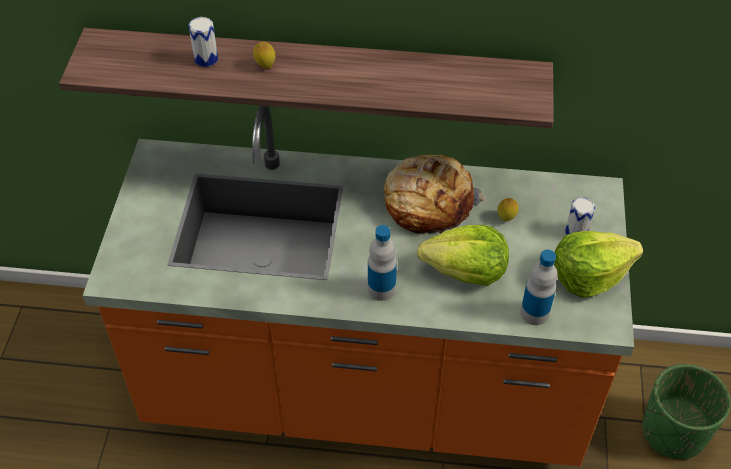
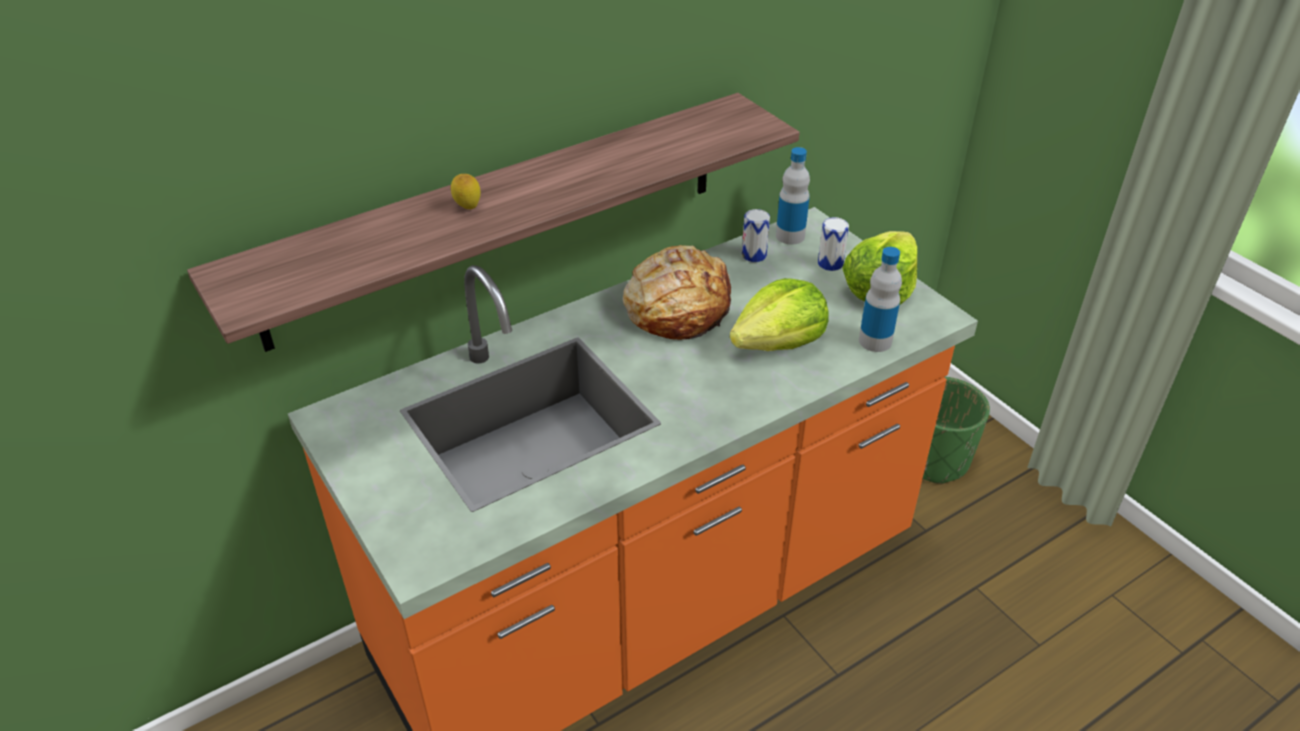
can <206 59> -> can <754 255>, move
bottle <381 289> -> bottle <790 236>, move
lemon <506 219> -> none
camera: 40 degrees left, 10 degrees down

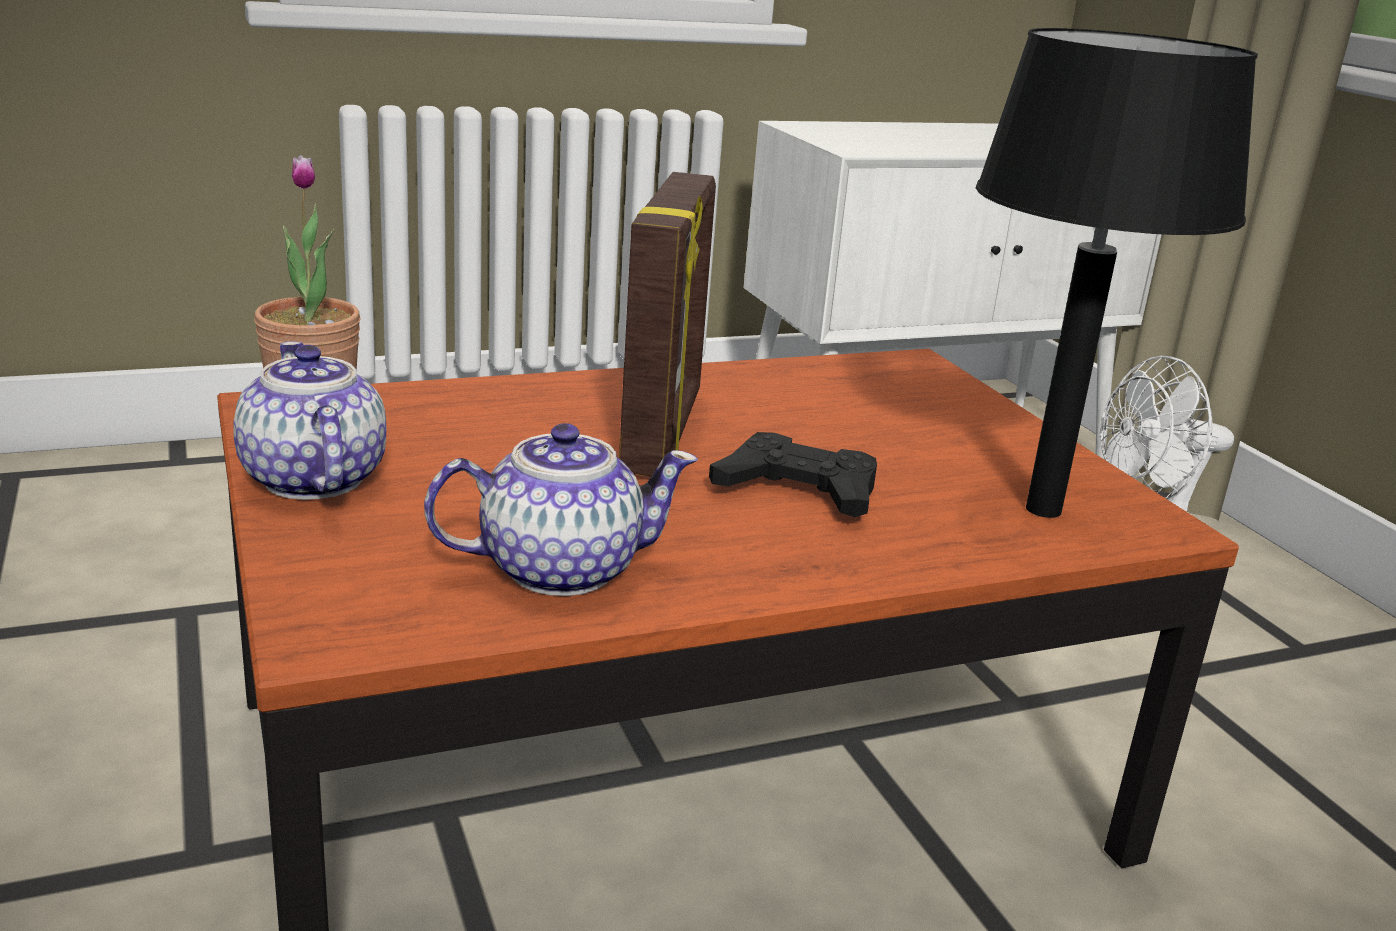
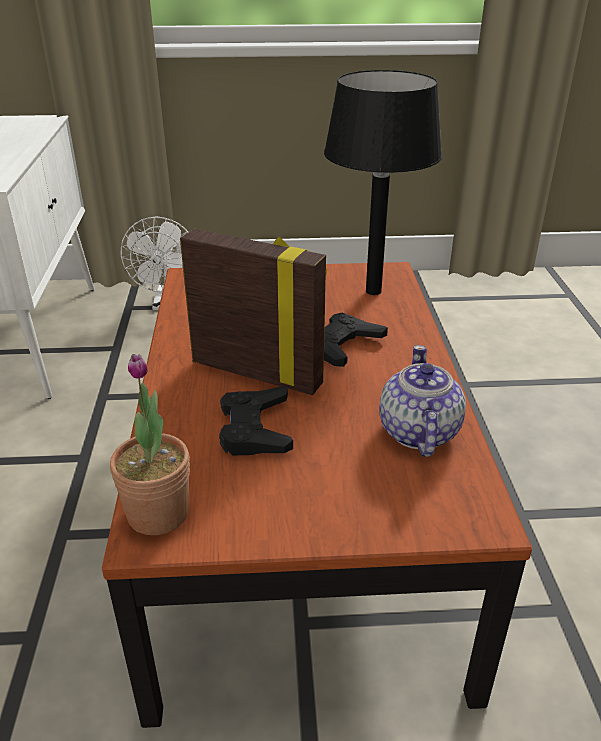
none -> black game controller <255 429>
teapot <312 480> -> none
camera: 70 degrees left, 10 degrees up

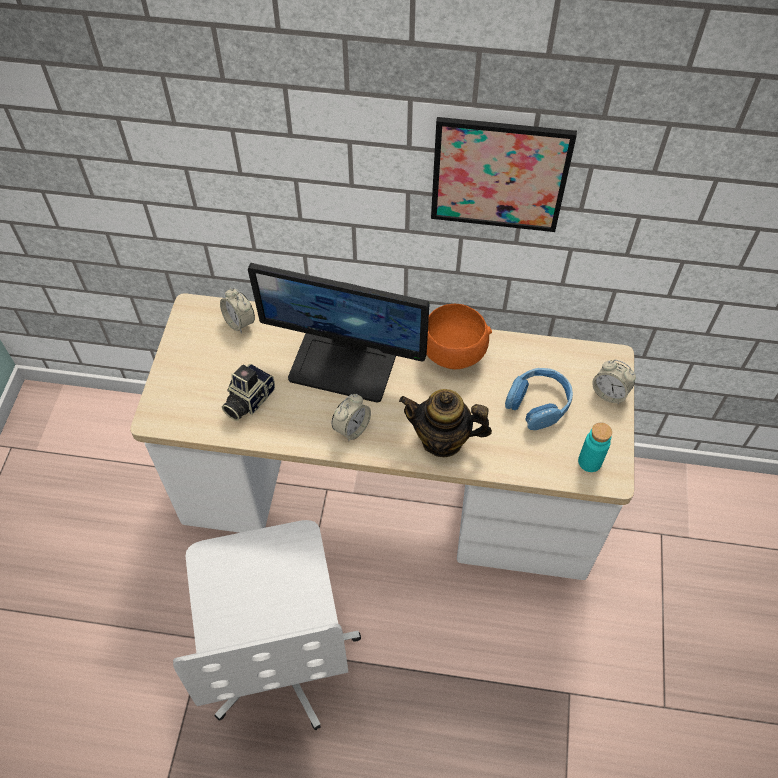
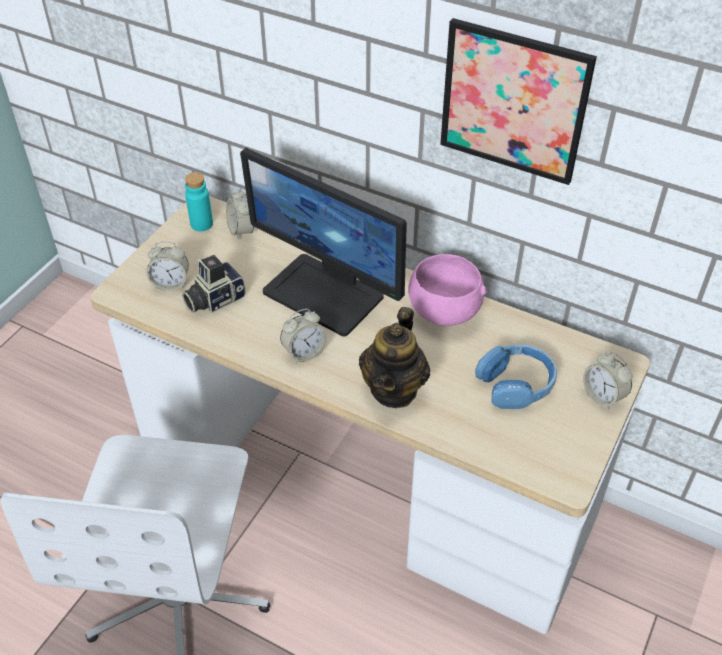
none -> alarm clock <171 283>
turquoise bottle <589 461> -> turquoise bottle <201 224>, move
teapot <442 439> -> teapot <394 389>, 105 degrees counterclockwise
orange bowl <451 353> -> pink bowl <443 312>
camera: 20 degrees right, 10 degrees down

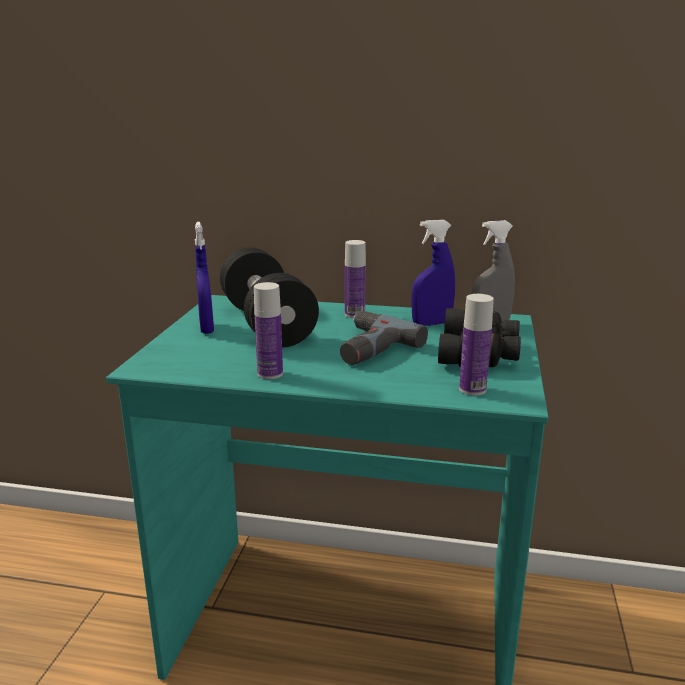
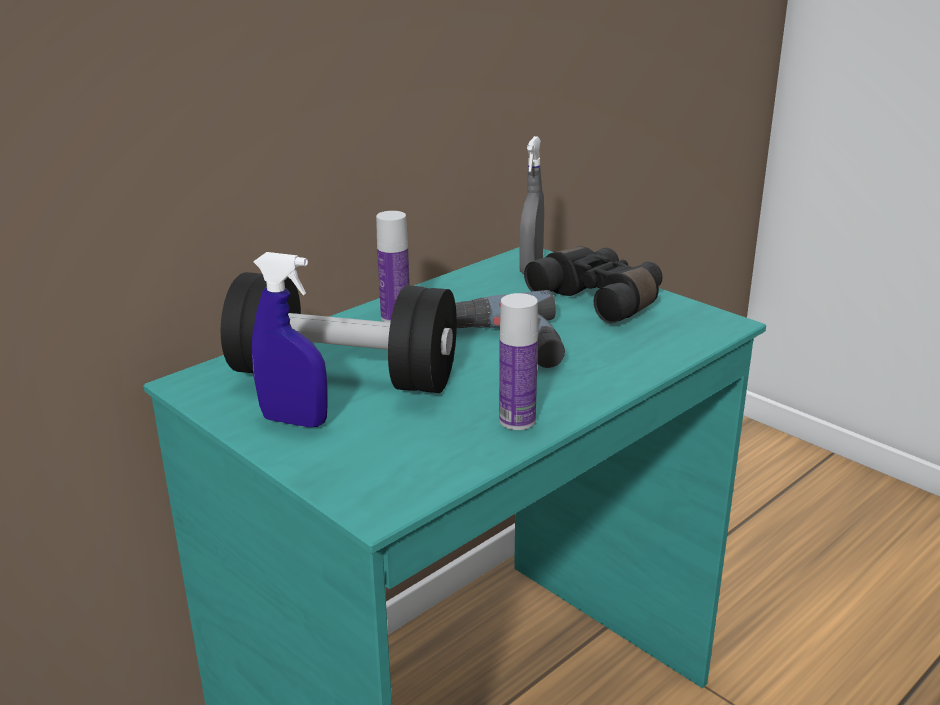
blue spray bottle <431 323> -> none
bottle <472 389> -> none
camera: 55 degrees left, 5 degrees up

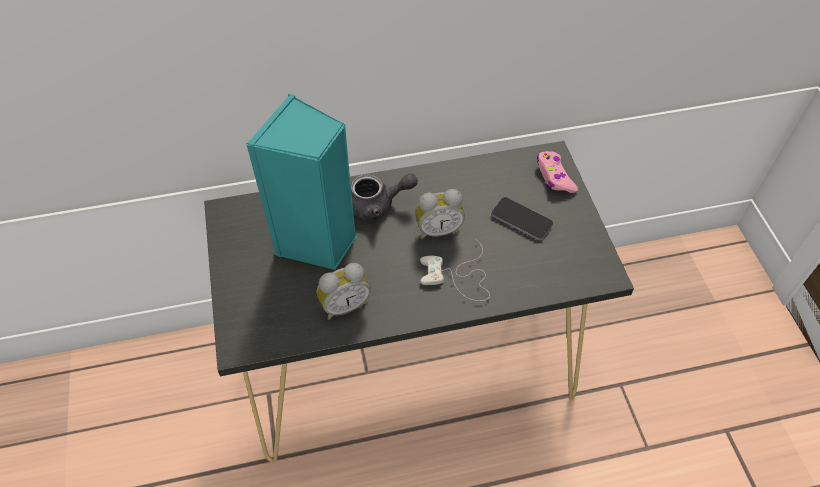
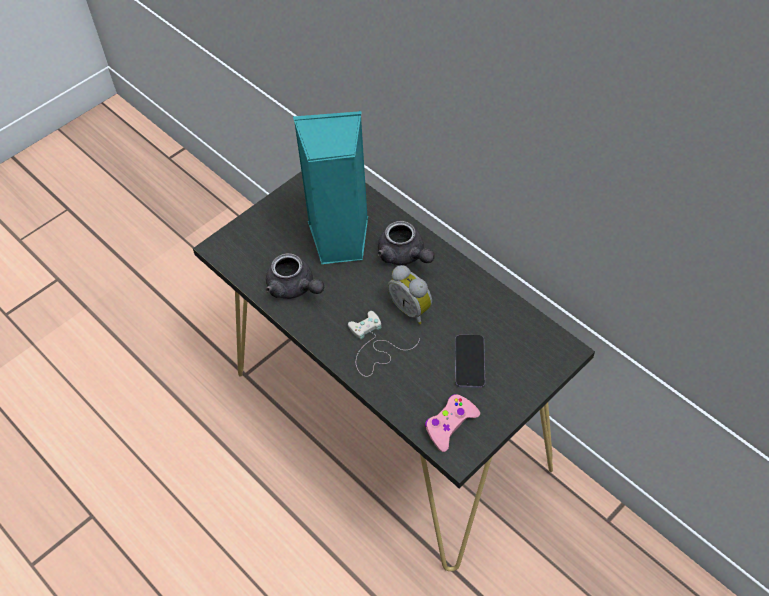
alarm clock <344 305> -> grey teapot <294 288>
pink game controller <554 176> -> pink game controller <450 425>, move
camera: 60 degrees right, 0 degrees up

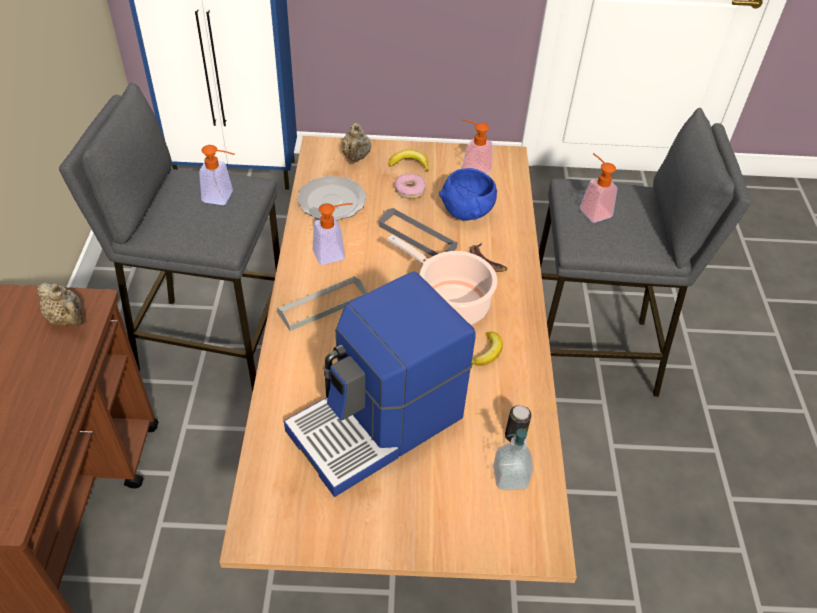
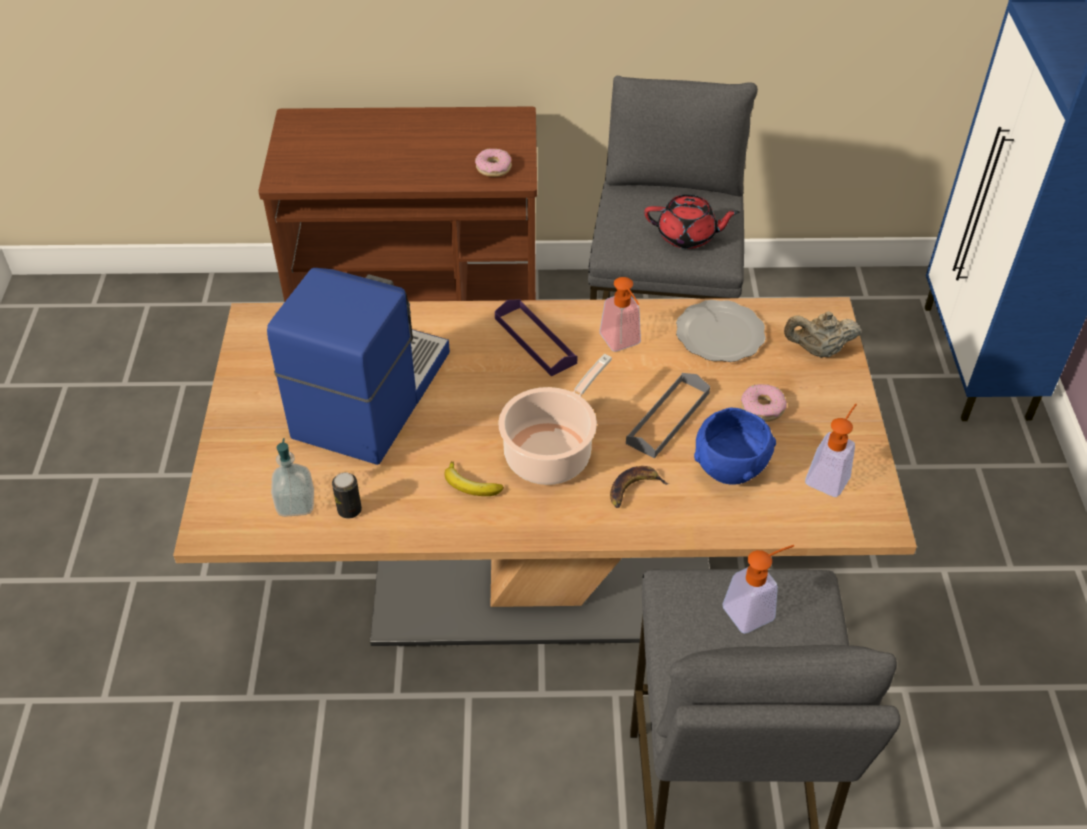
coffee machine <378 425> -> coffee machine <369 395>, 60 degrees clockwise
beige teapot <67 319> -> donut <493 168>
grey tray <322 305> -> purple tray <535 340>
soap dispenser <223 197> -> red teapot <687 236>
banana <409 164> -> none
camera: 90 degrees right, 0 degrees up

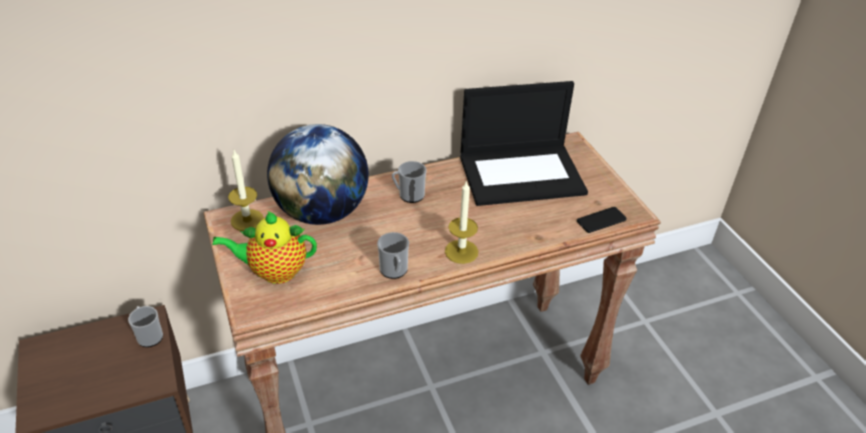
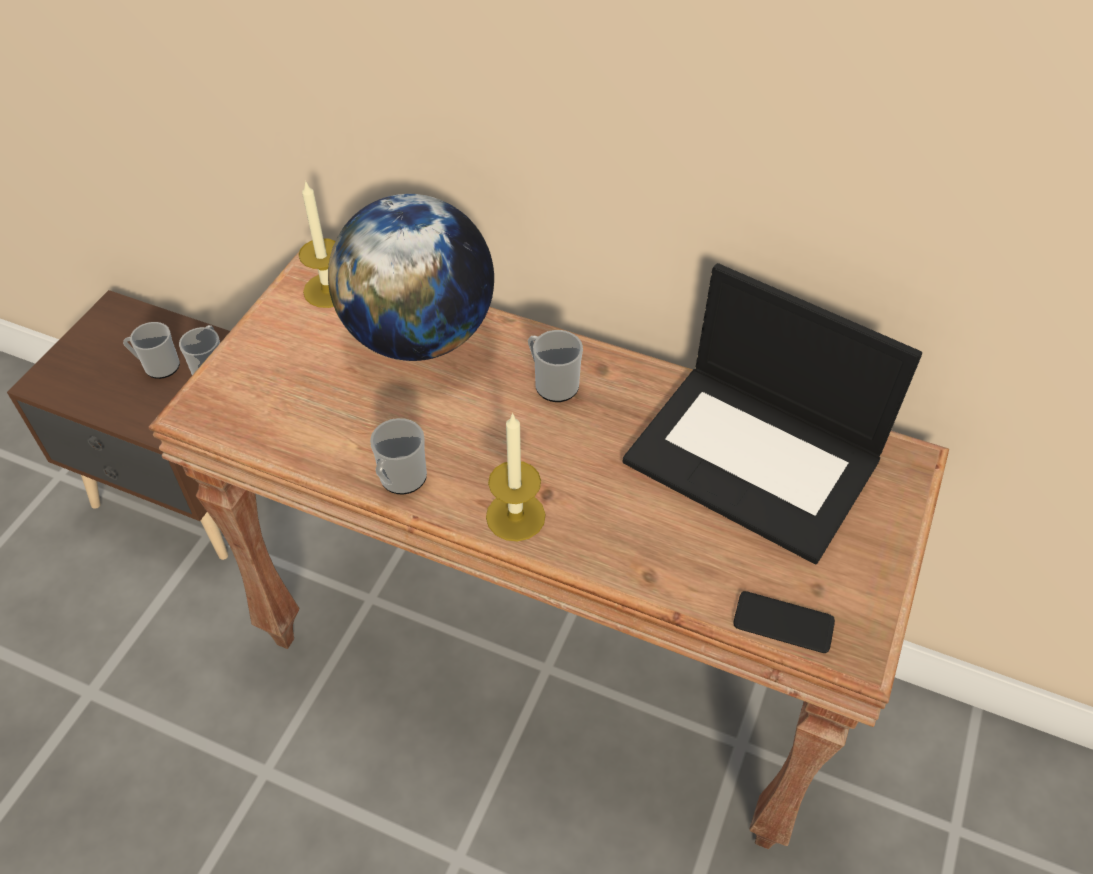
none -> mug <158 366>
teapot <274 272> -> none
camera: 45 degrees right, 10 degrees up

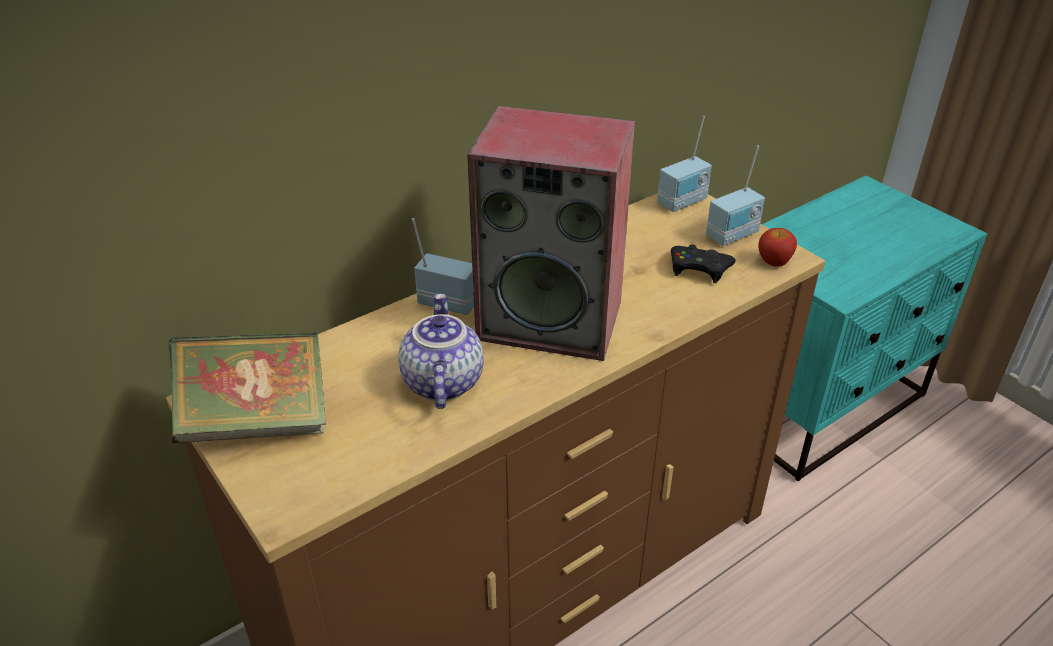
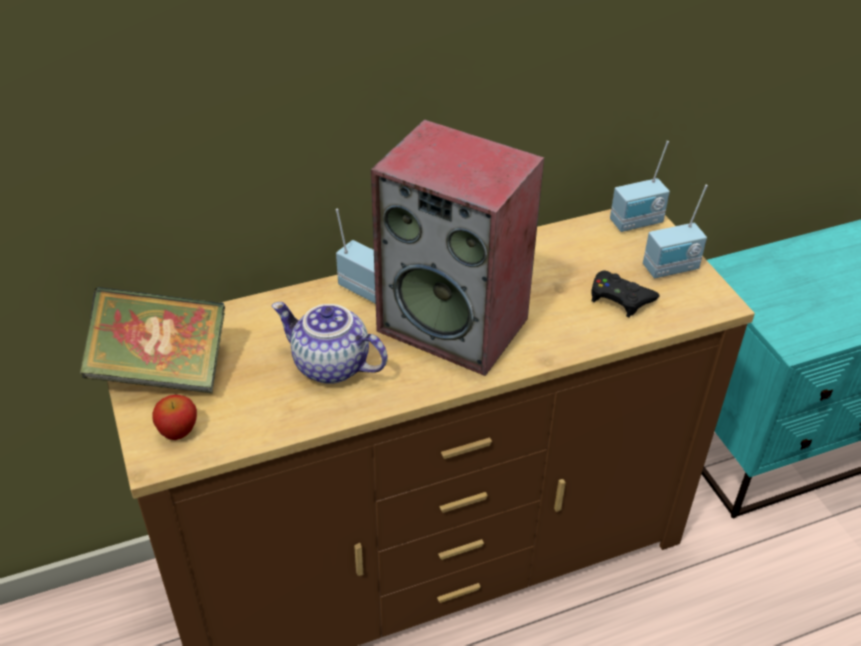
apple <774 261> -> apple <178 430>, move
teapot <440 382> -> teapot <329 366>, 75 degrees counterclockwise
camera: 15 degrees right, 5 degrees up

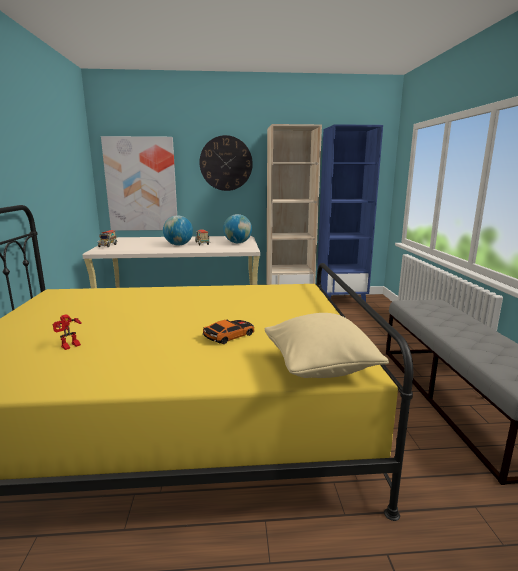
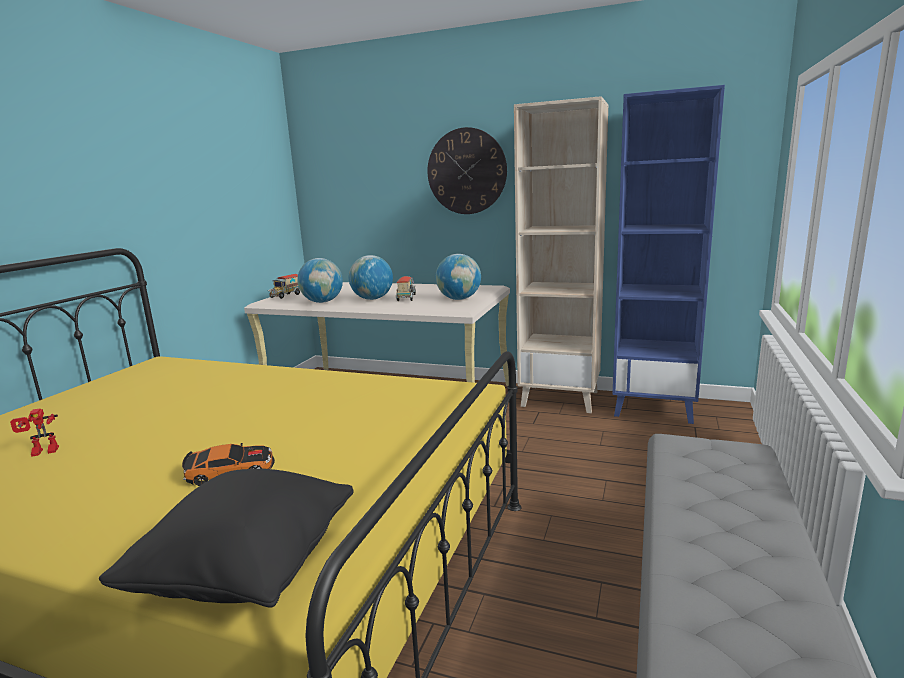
beige pillow <319 369> -> black pillow <248 572>
none -> globe <322 302>
picture <141 184> -> none
camera: 25 degrees right, 0 degrees up

